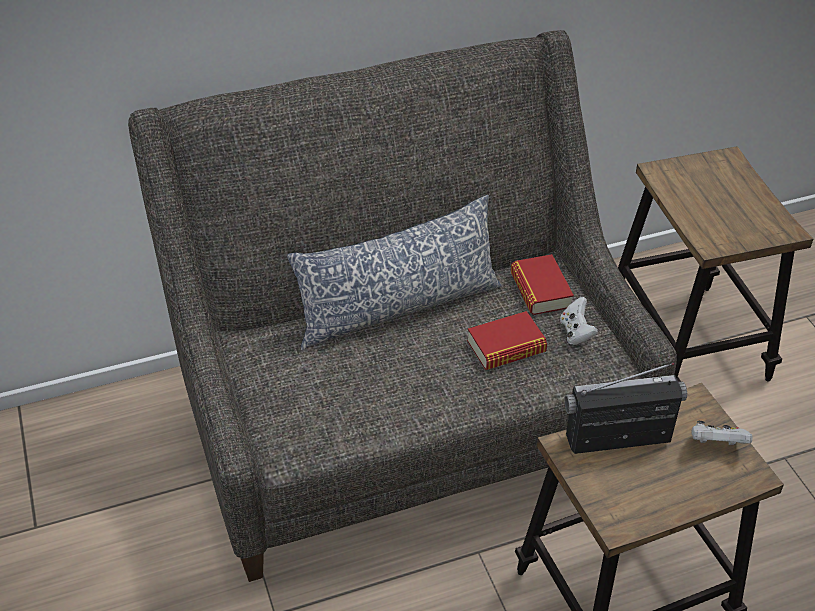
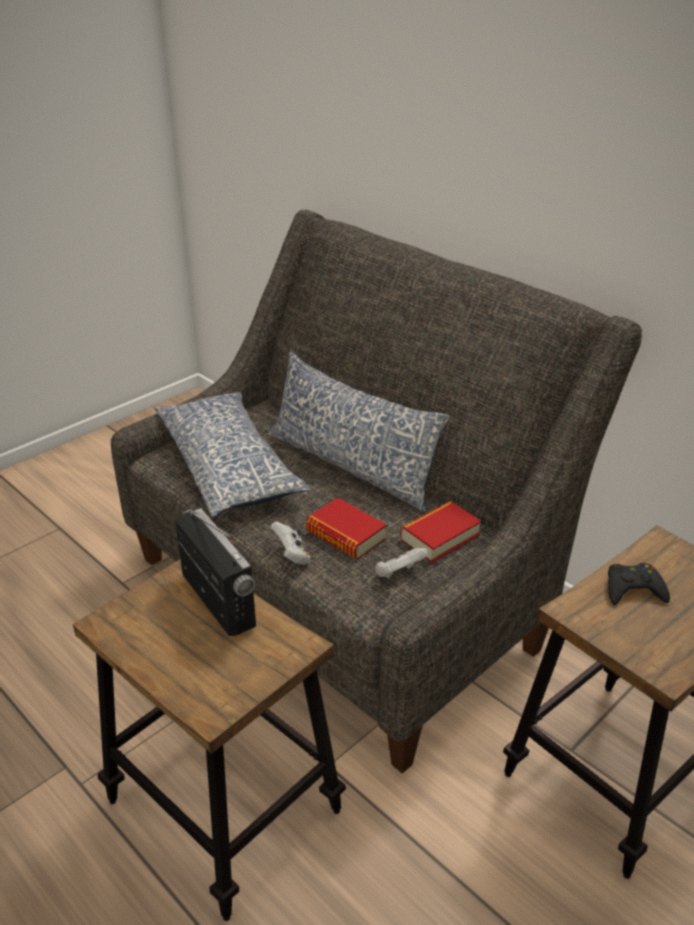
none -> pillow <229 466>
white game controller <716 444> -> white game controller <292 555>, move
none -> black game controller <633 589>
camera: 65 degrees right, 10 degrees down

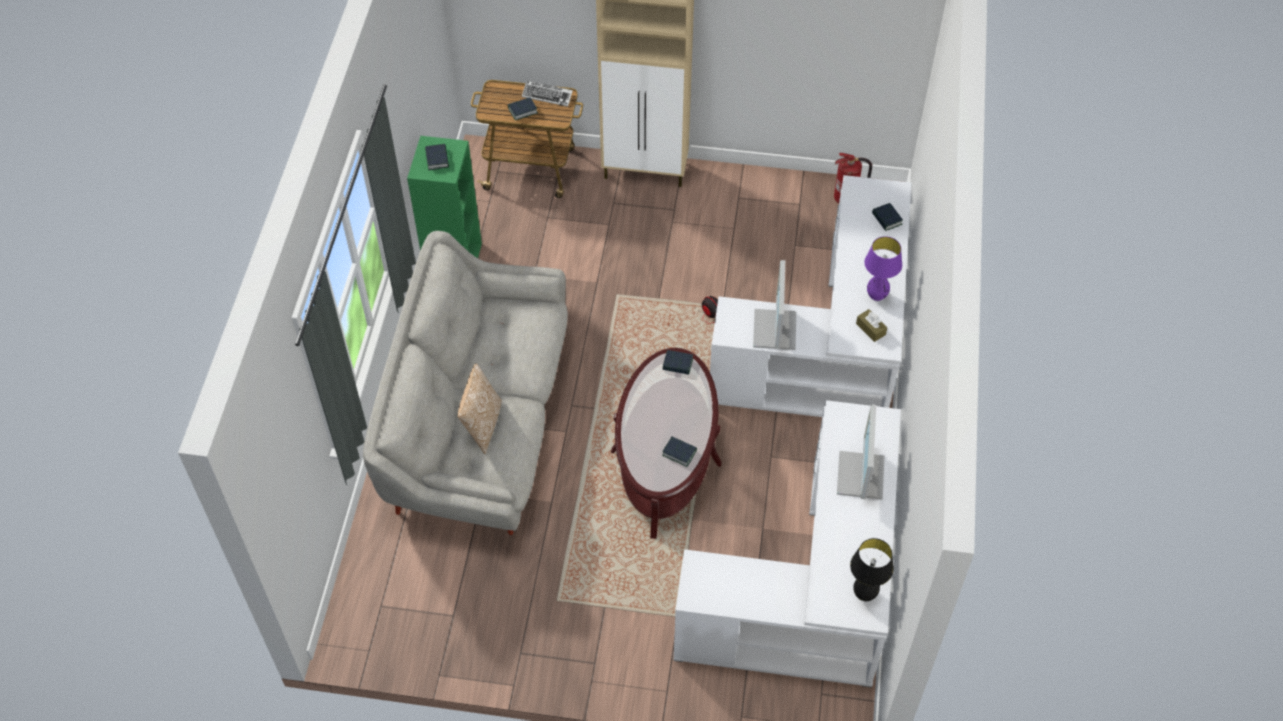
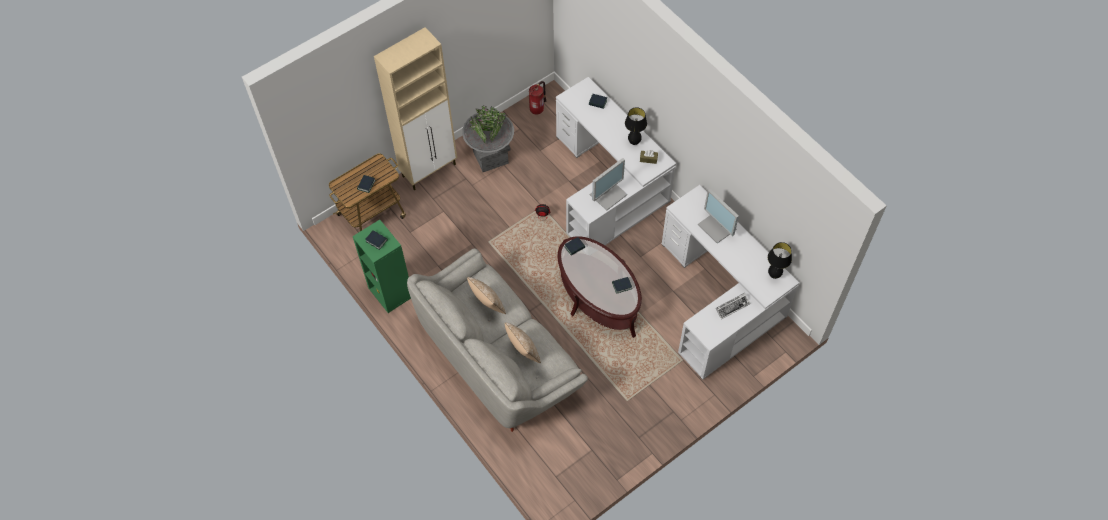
none -> grey planter <490 157>
none -> pillow <487 305>
monitor <775 330> -> monitor <608 194>, 90 degrees counterclockwise
purple table lamp <876 296> -> black table lamp <634 142>
keyboard <547 96> -> keyboard <732 307>, move
camera: 45 degrees left, 5 degrees up

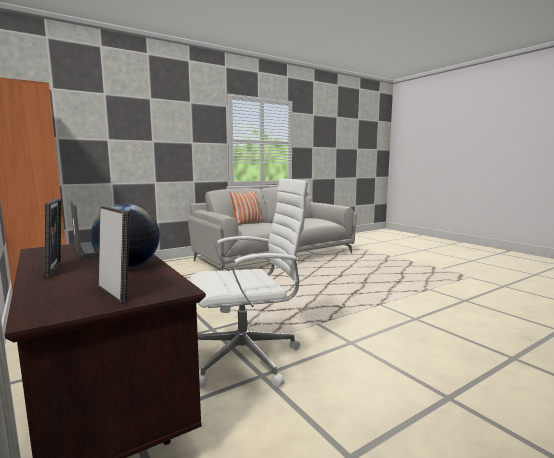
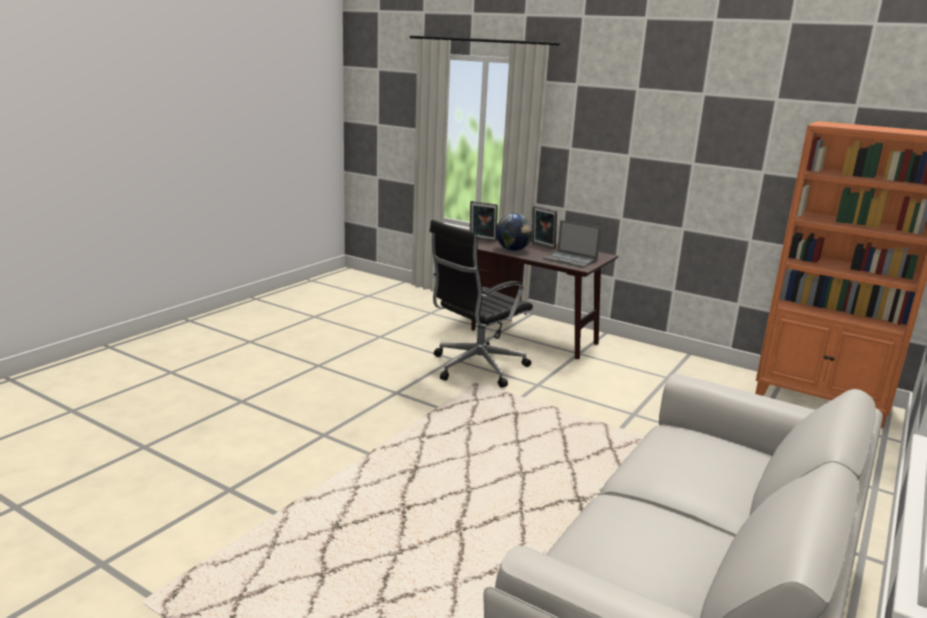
white office chair <248 358> -> black office chair <475 367>
pillow <247 223> -> none
camera: 155 degrees right, 10 degrees up

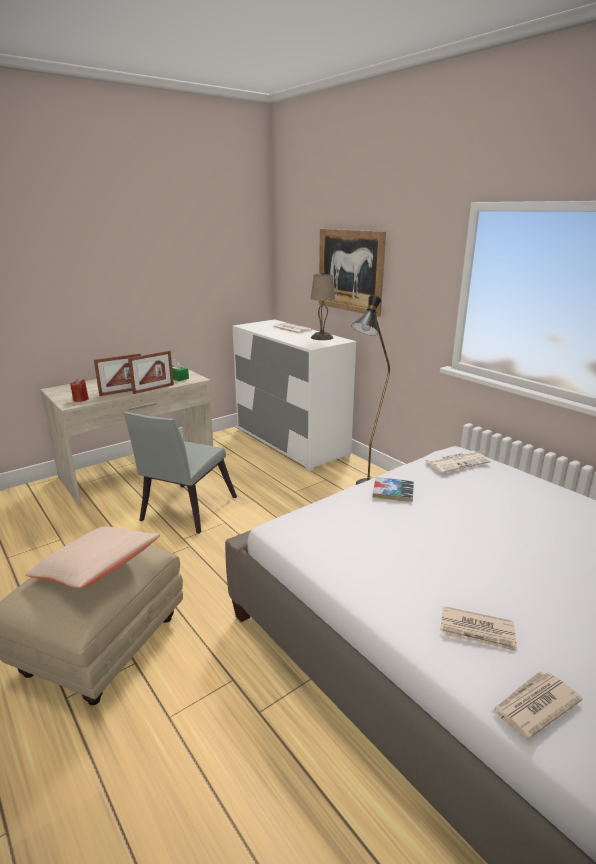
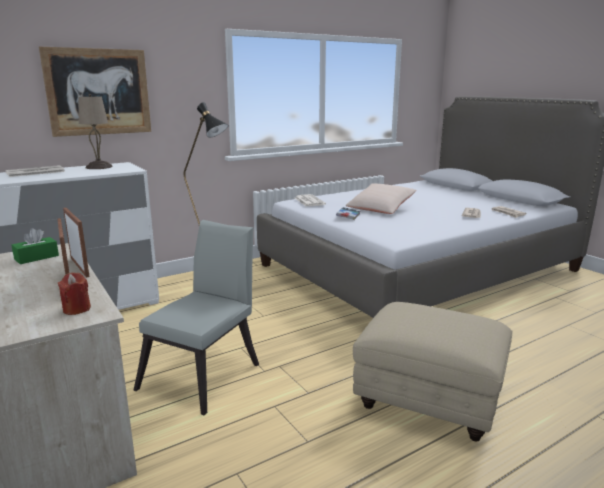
grey chair <185 511> -> grey chair <205 373>, 90 degrees counterclockwise
beige pillow <97 570> -> beige pillow <380 208>, move
camera: 85 degrees left, 5 degrees down

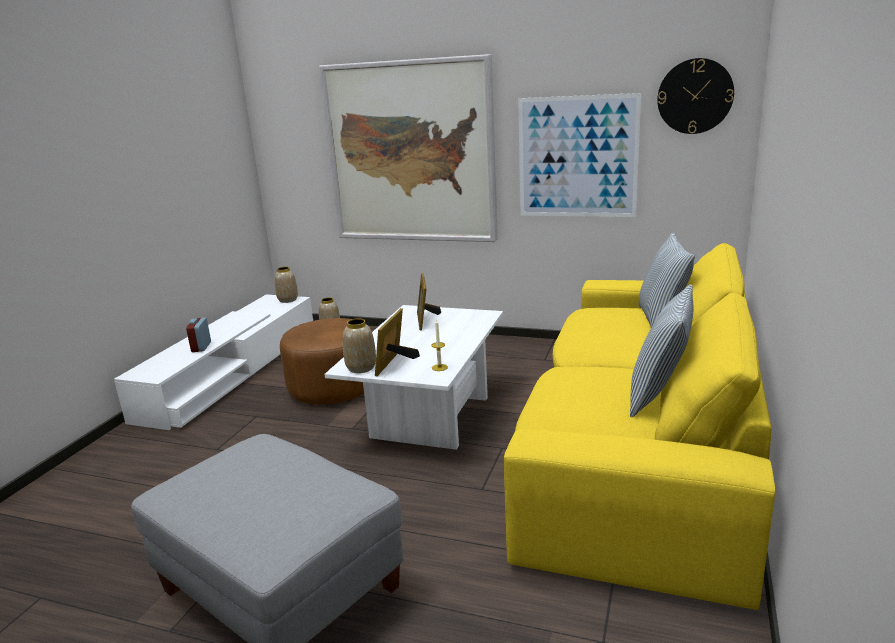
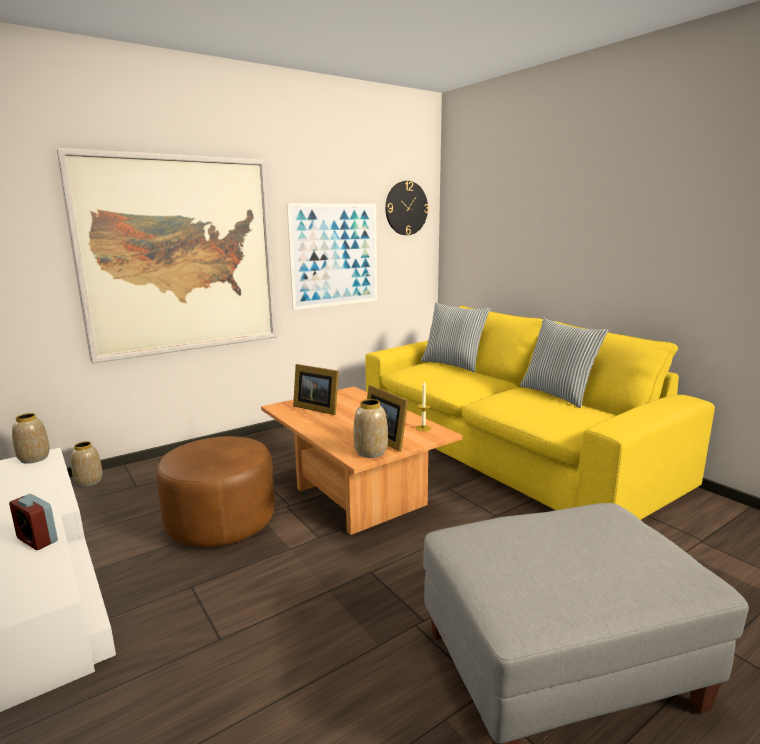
white coffee table <428 415> -> brown coffee table <356 497>
camera: 55 degrees left, 5 degrees down

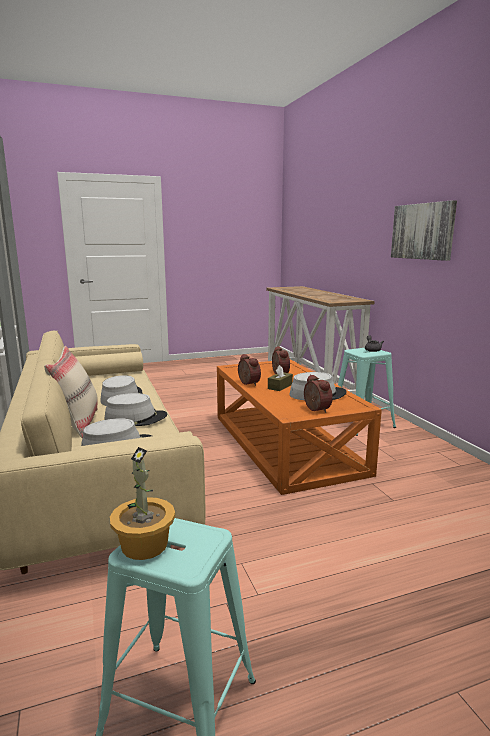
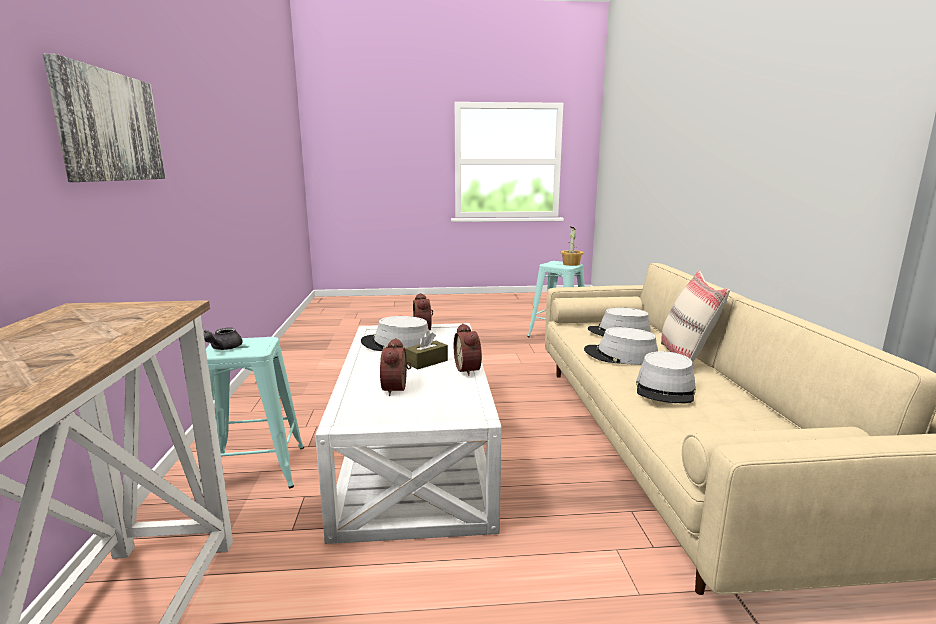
orange coffee table <284 443> -> white coffee table <417 449>
camera: 165 degrees left, 0 degrees up

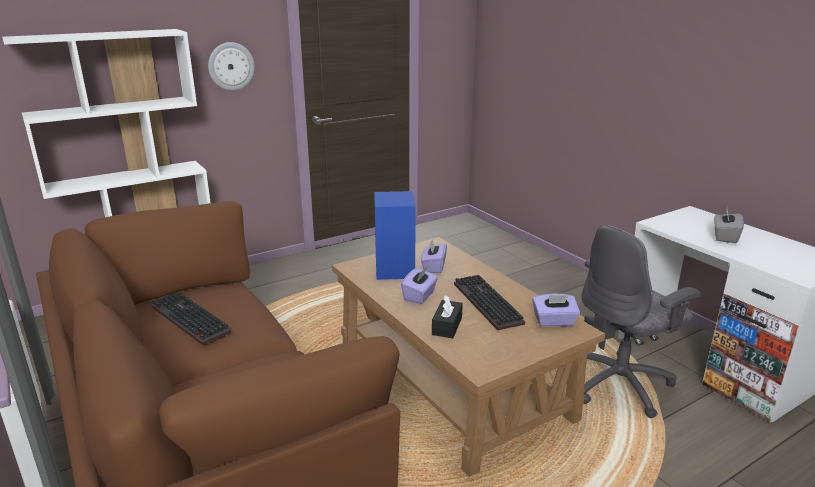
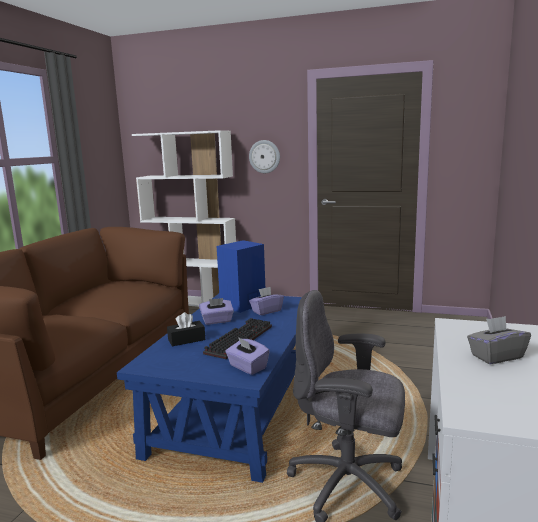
brown coffee table <450 380> -> blue coffee table <239 407>
keyboard <187 319> -> none
camera: 50 degrees right, 10 degrees down

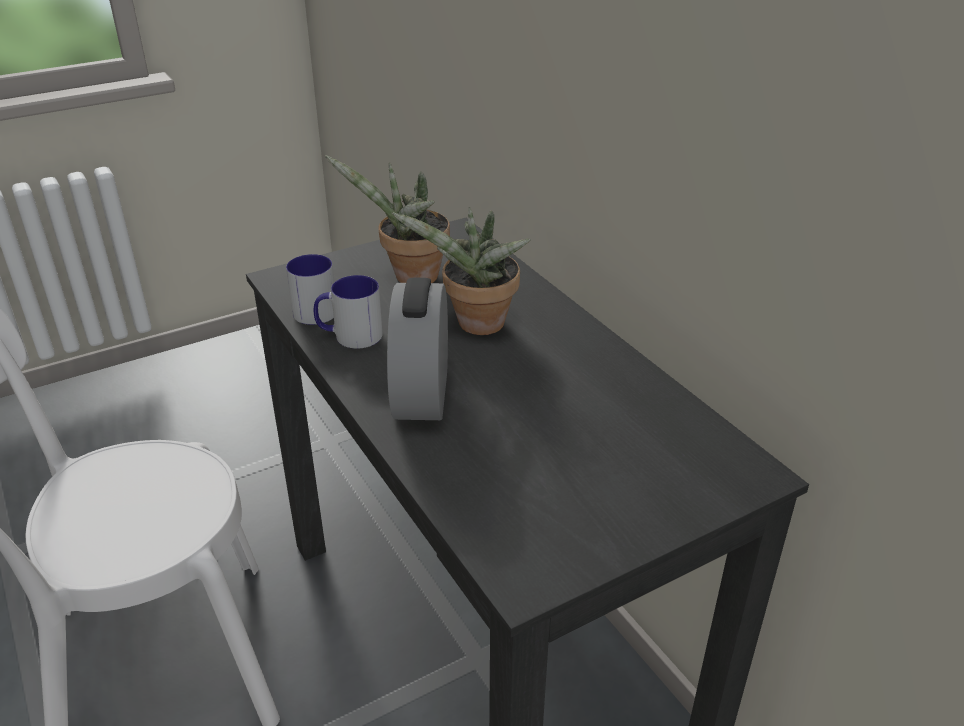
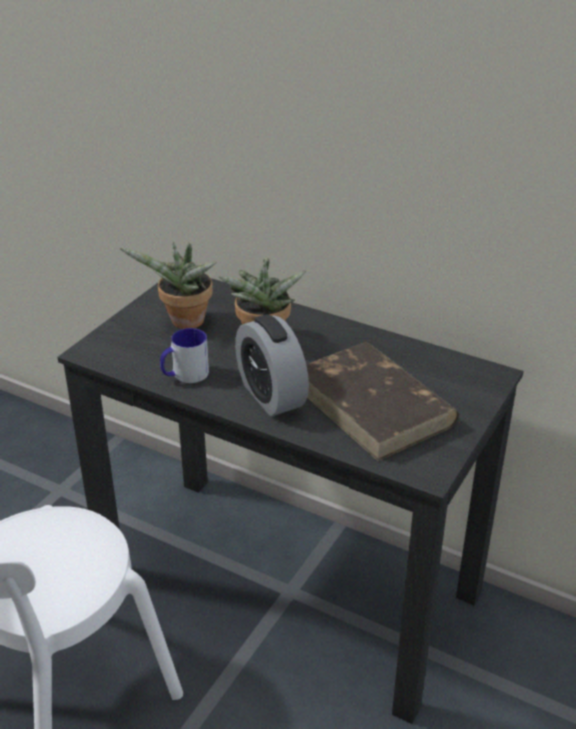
none -> brown book <374 406>
mug <312 308> -> none
camera: 30 degrees left, 0 degrees up

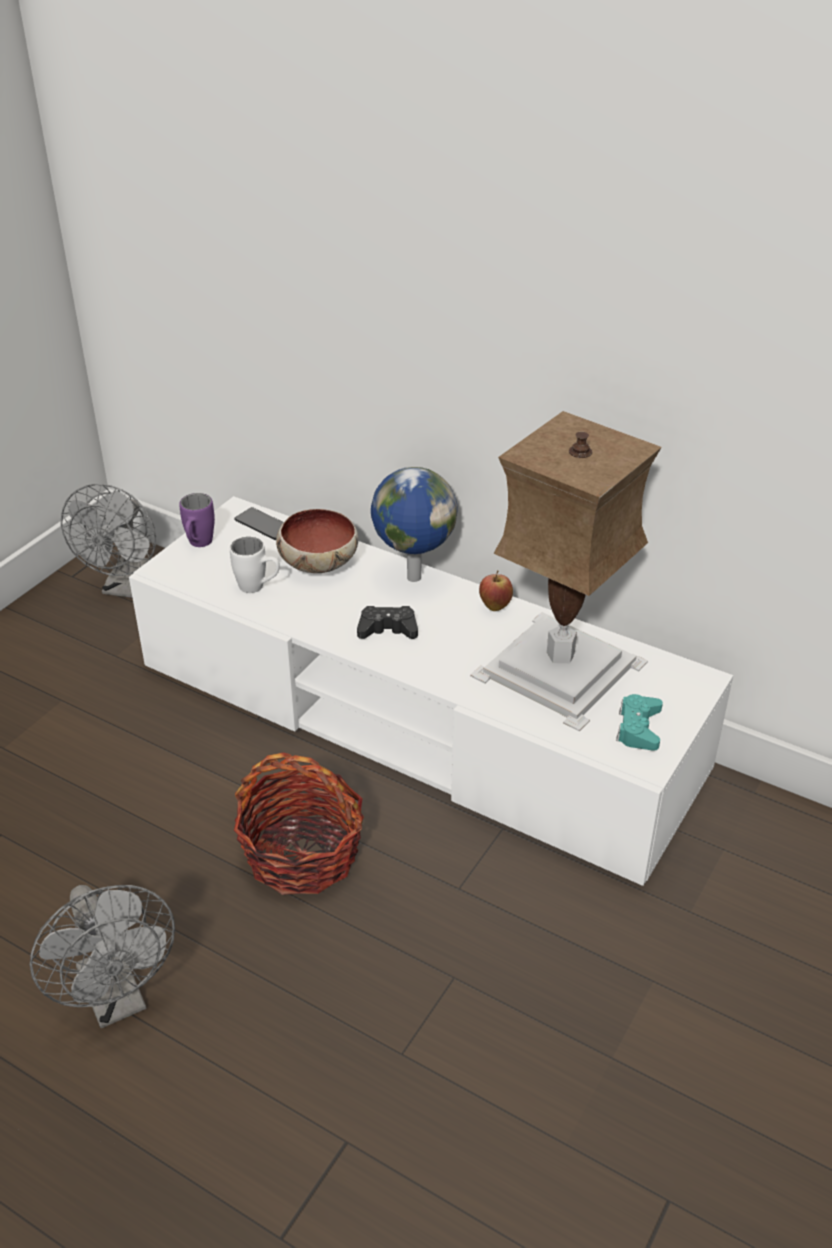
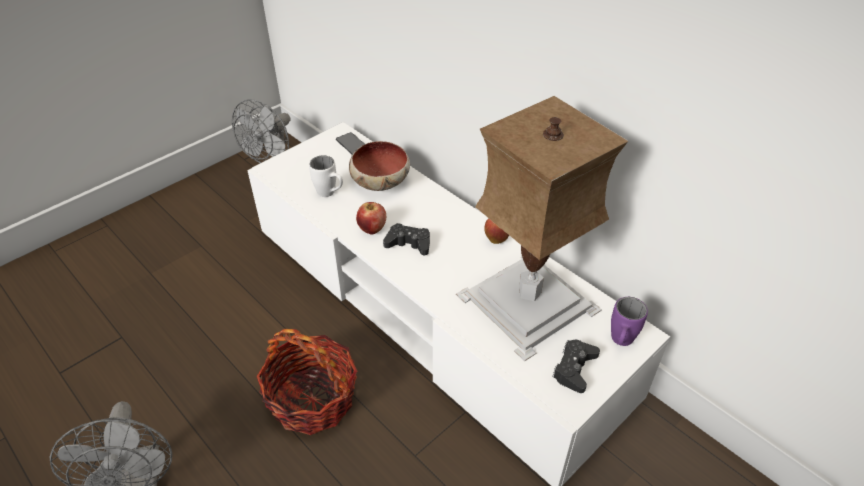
none -> apple <372 229>
turquoise game controller <638 728> -> black game controller <574 369>
purple mug <198 545> -> purple mug <620 343>, move
globe <412 577> -> none
camera: 15 degrees right, 5 degrees up

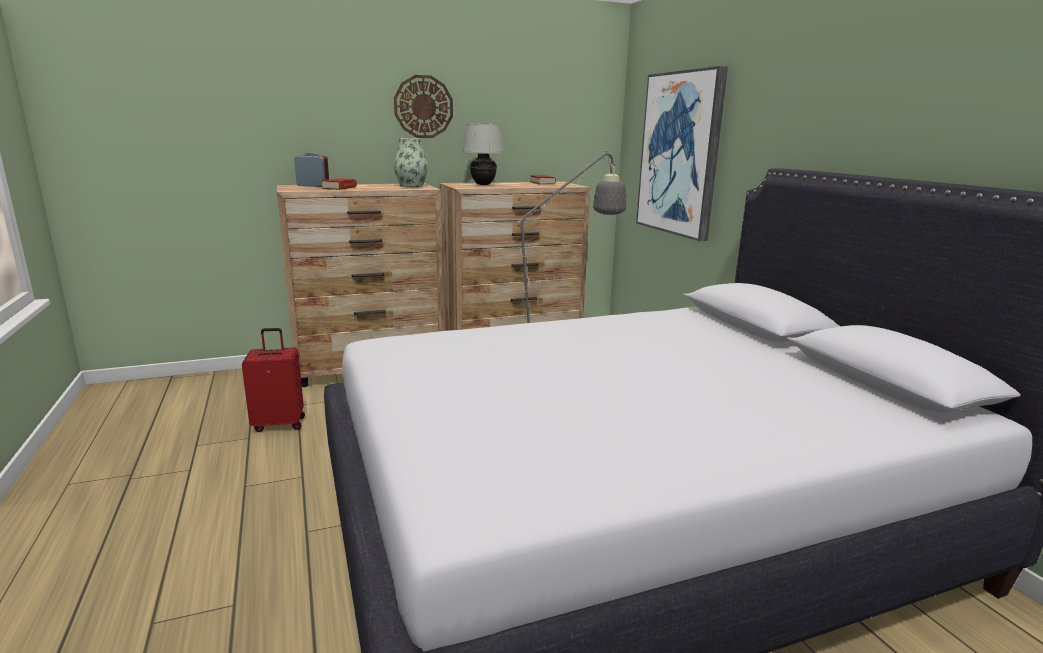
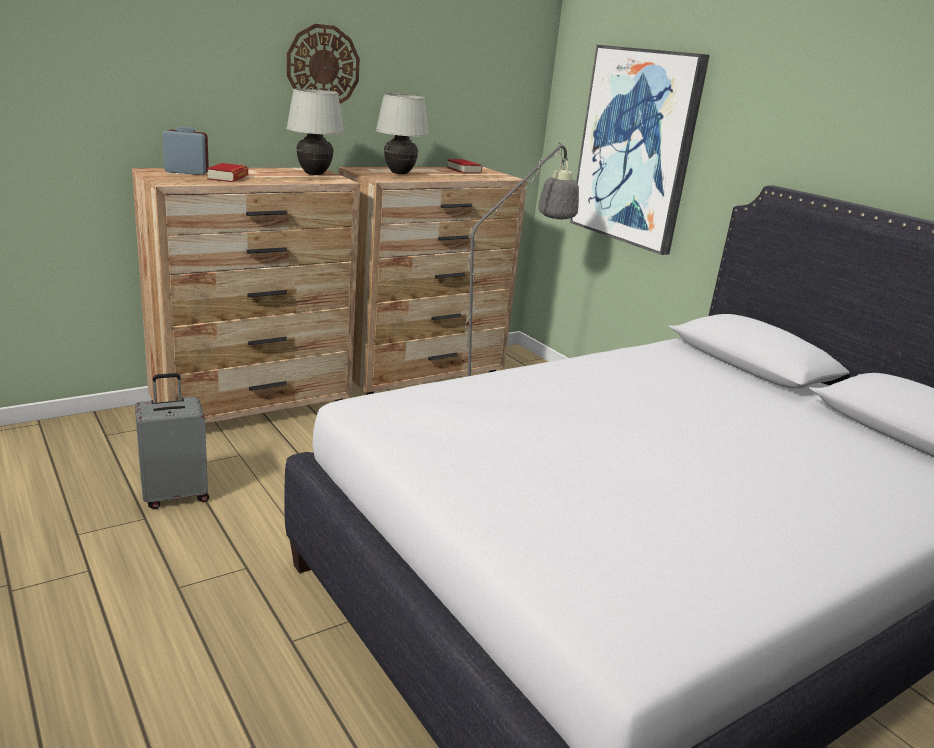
red suitcase <279 424> -> grey suitcase <175 495>
vase <411 186> -> white table lamp <314 174>
camera: 15 degrees left, 5 degrees up

